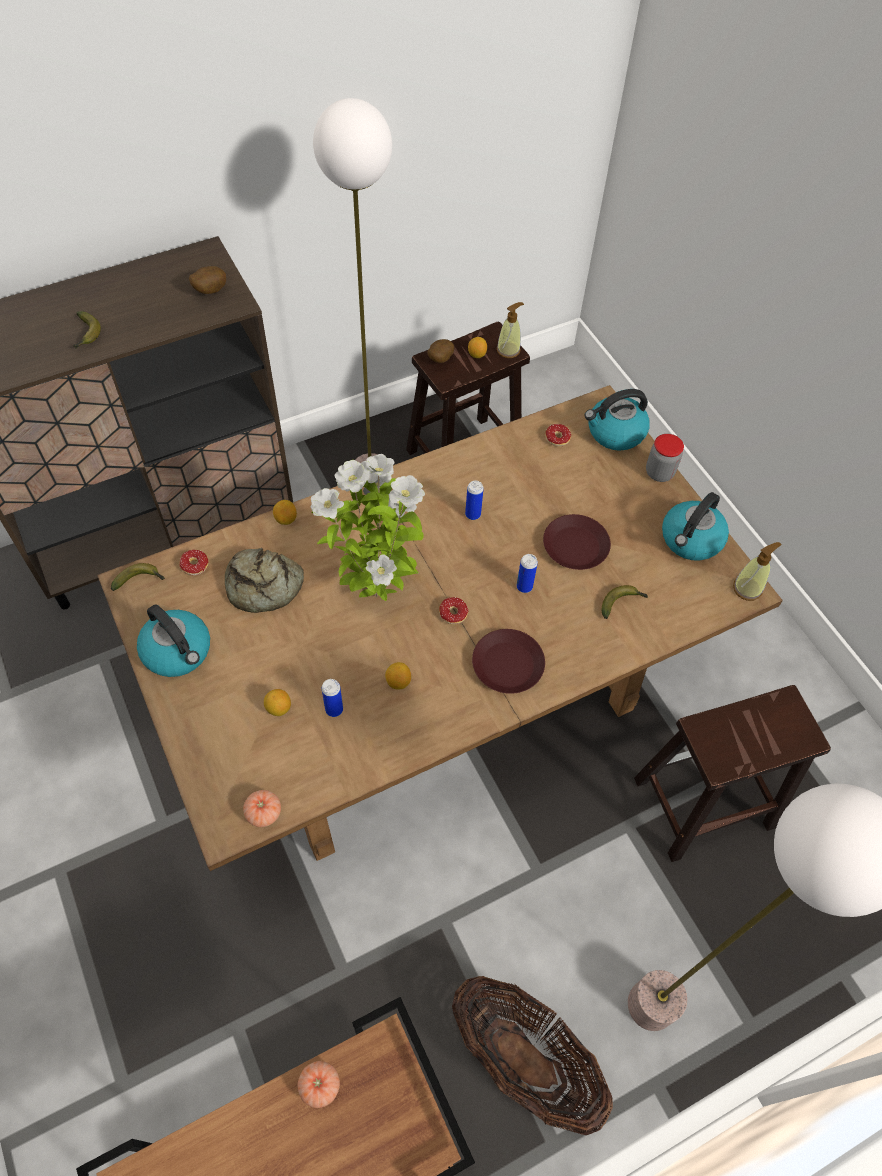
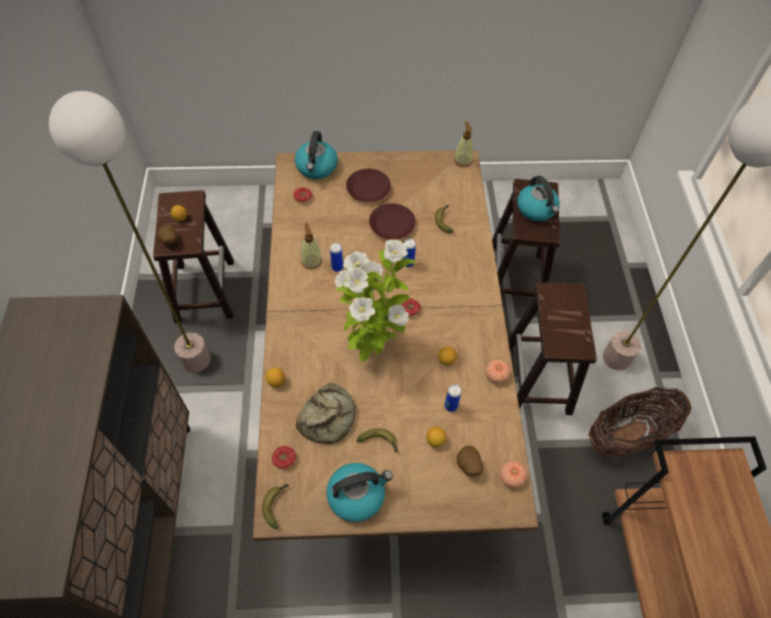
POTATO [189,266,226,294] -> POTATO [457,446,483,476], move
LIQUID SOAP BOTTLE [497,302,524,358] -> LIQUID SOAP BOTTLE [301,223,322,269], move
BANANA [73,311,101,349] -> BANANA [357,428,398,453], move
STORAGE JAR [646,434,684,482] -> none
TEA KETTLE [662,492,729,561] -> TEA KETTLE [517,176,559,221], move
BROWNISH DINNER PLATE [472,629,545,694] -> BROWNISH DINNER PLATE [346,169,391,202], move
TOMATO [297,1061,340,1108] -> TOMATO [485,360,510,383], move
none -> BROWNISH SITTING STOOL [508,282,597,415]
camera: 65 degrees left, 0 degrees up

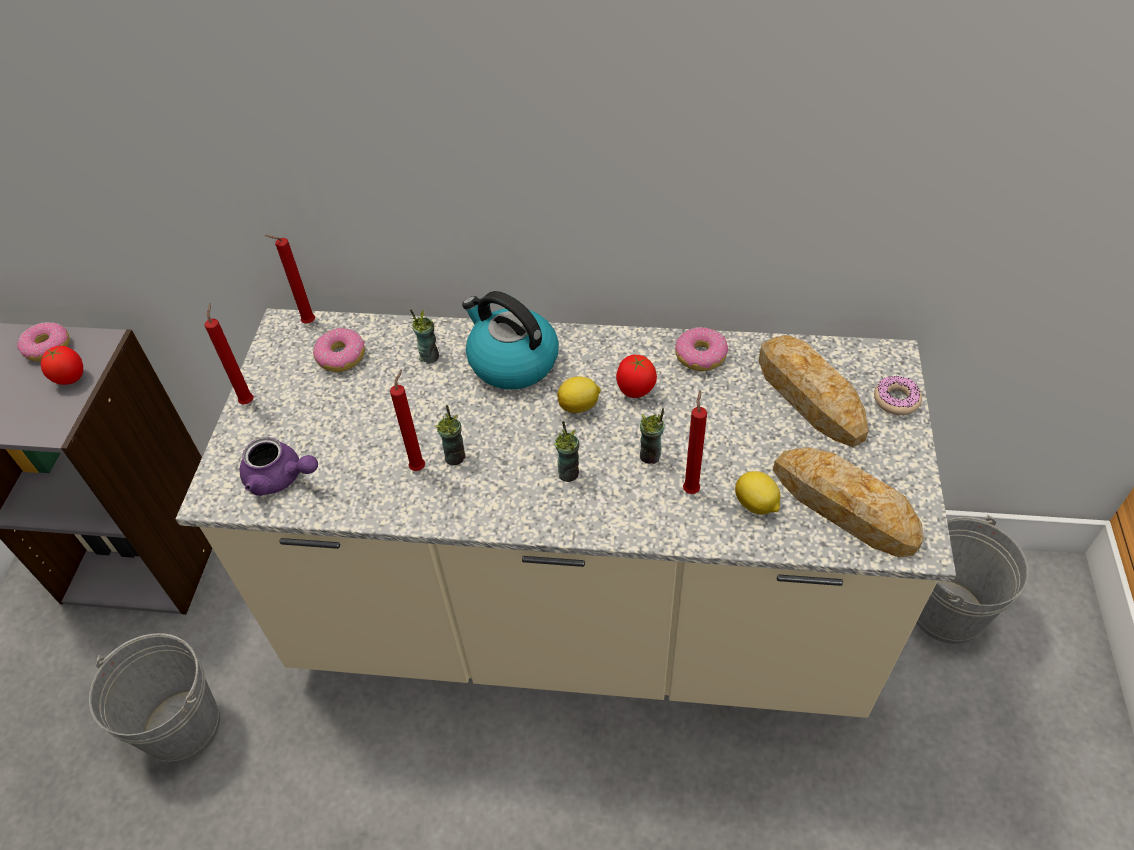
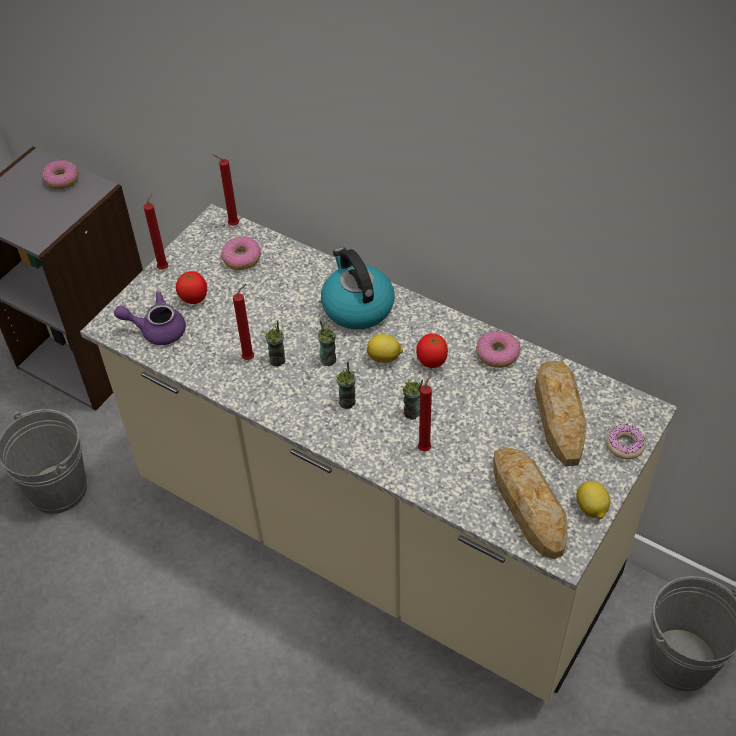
DRINKING CUP [410,309,439,364] -> DRINKING CUP [317,320,336,366], move
TOMATO [41,346,83,385] -> TOMATO [176,271,207,304], move
PURPLE-COLOURED TEAPOT [239,437,318,496] -> PURPLE-COLOURED TEAPOT [114,291,186,345], 135 degrees clockwise
CITRUS FRUIT [735,471,780,515] -> CITRUS FRUIT [576,481,610,519], move
camera: 25 degrees right, 0 degrees up

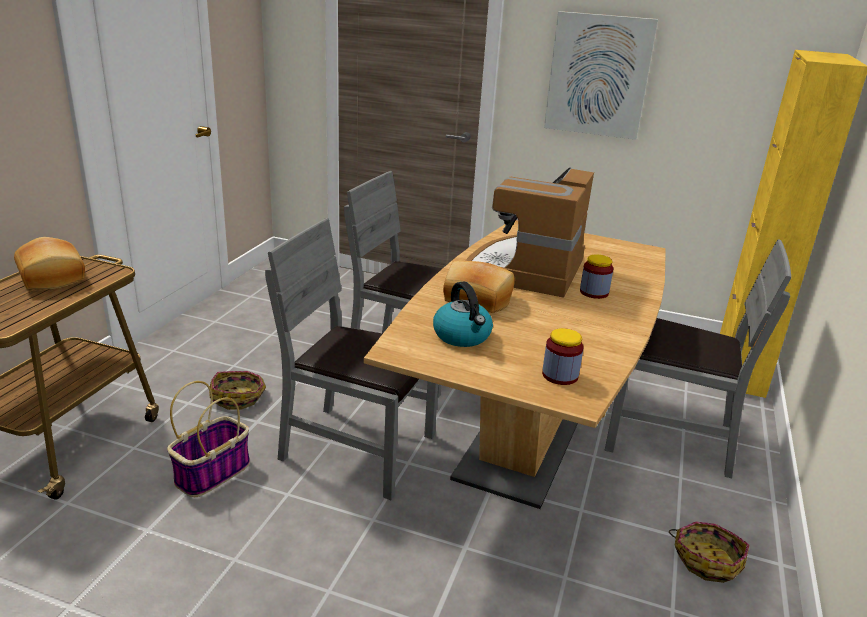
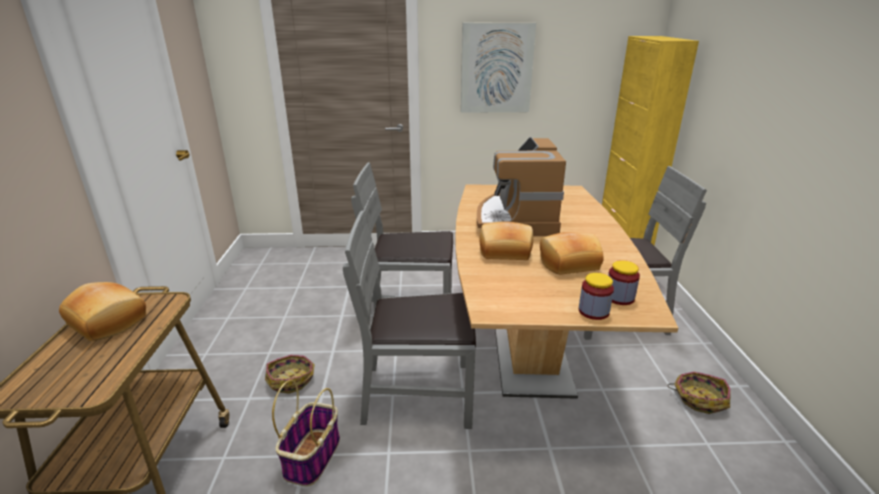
STORAGE JAR [580,254,613,299] -> STORAGE JAR [579,273,614,320], move
TEA KETTLE [433,282,493,347] -> none
none -> BAKED BREAD [540,232,604,275]
camera: 20 degrees left, 0 degrees up

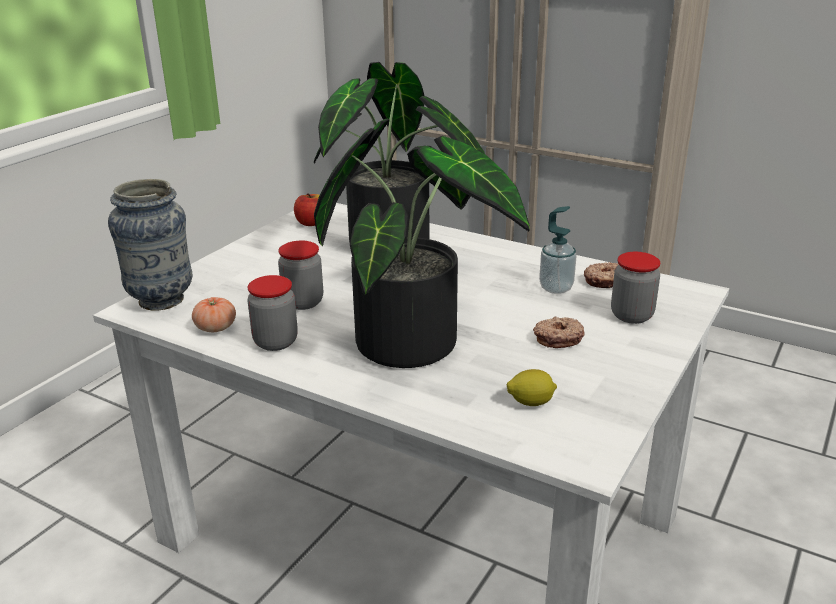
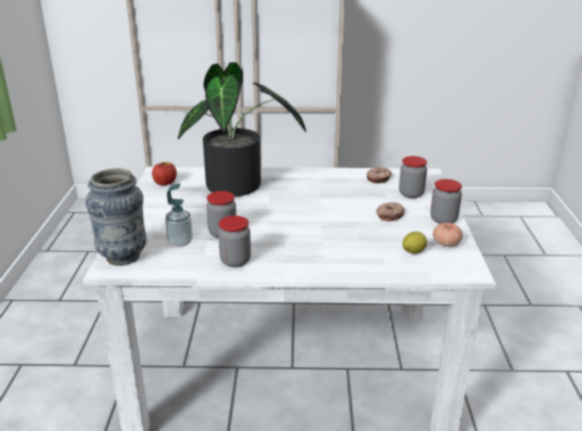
HOUSEPLANT [314,119,530,368] -> none
LIQUID SOAP BOTTLE [539,206,577,294] -> LIQUID SOAP BOTTLE [165,184,193,247], move
TOMATO [192,297,236,332] -> TOMATO [433,223,462,246], move
none -> STORAGE JAR [430,179,462,224]
camera: 30 degrees left, 0 degrees up

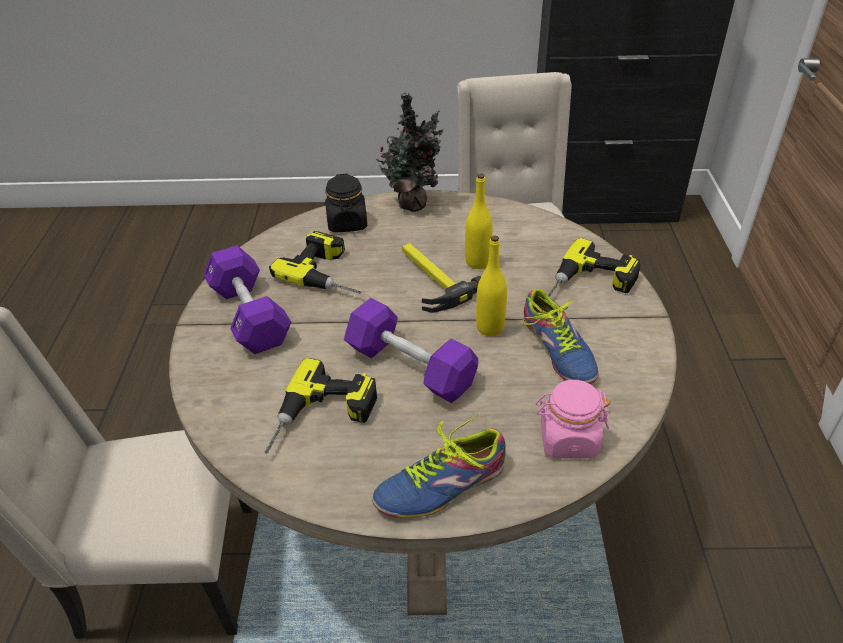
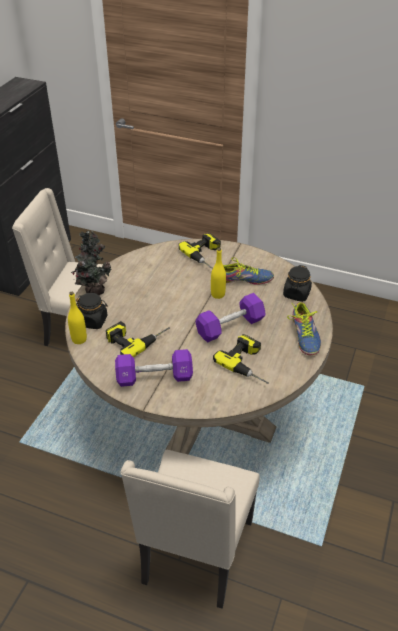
YELLOW-COLOURED BEVERAGE BOTTLE [465,173,493,269] -> YELLOW-COLOURED BEVERAGE BOTTLE [68,292,87,344], move
TOOL HAMMER [402,243,481,313] -> none
PINK-COLOURED STORAGE JAR [536,380,610,459] -> BLACK STORAGE JAR [283,265,312,302]
camera: 70 degrees left, 0 degrees up

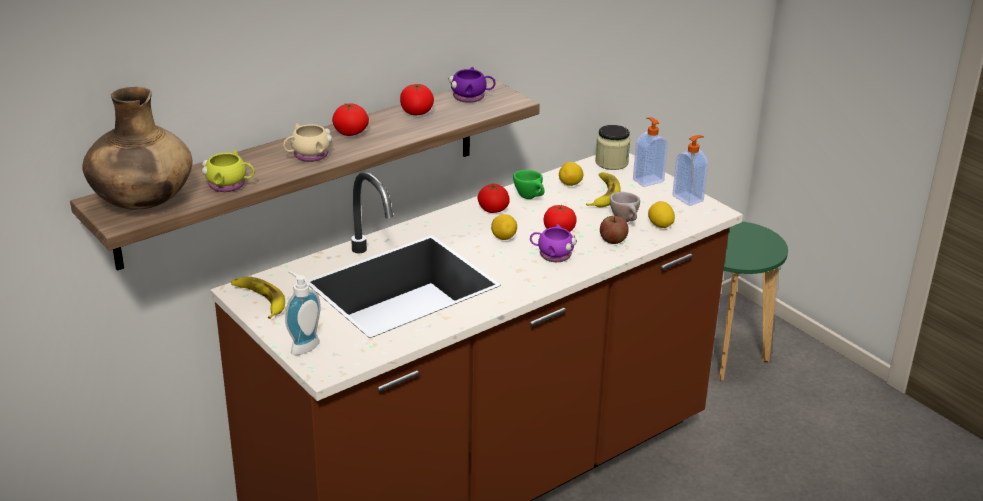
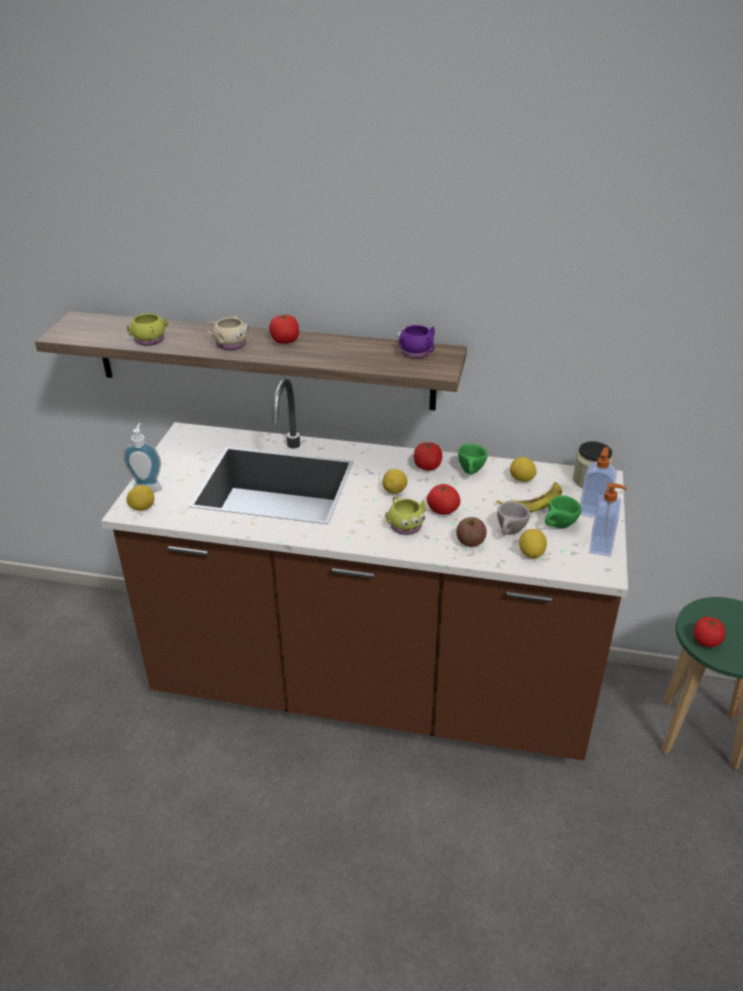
TOMATO [400,84,434,115] -> TOMATO [694,617,725,647], move
BROWNISH FLOWER VASE [82,87,193,210] -> none
PURPLE-COLOURED COFFEE MUG [530,224,577,262] -> YELLOW-COLOURED COFFEE MUG [386,496,426,535]
BANANA [231,277,285,319] -> none
none -> CITRUS FRUIT [126,485,154,511]
none -> GREENISH DRINKING CUP [545,495,581,528]
camera: 50 degrees right, 5 degrees up

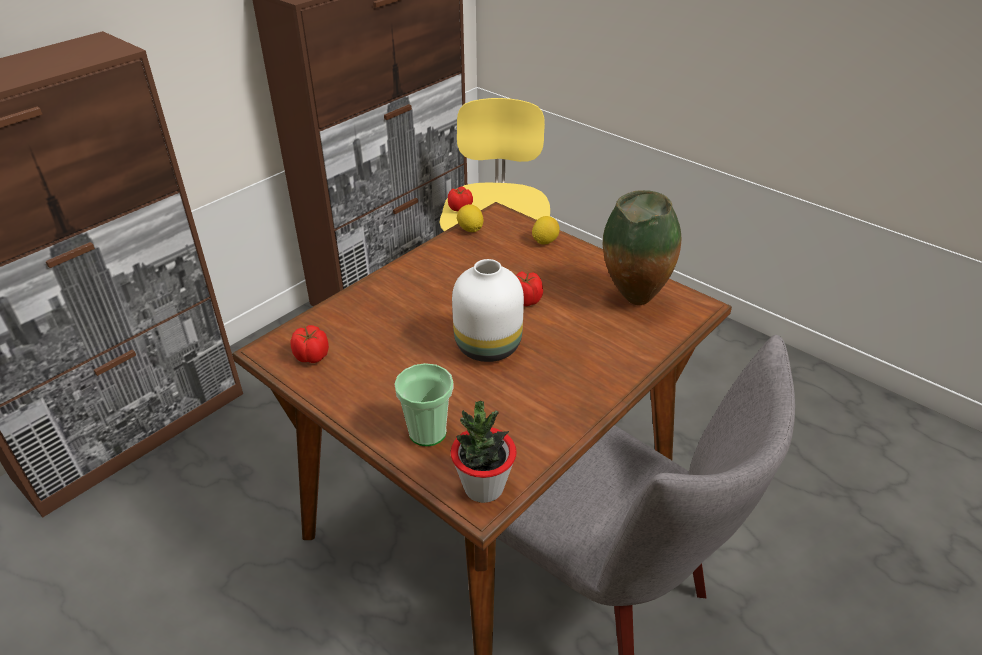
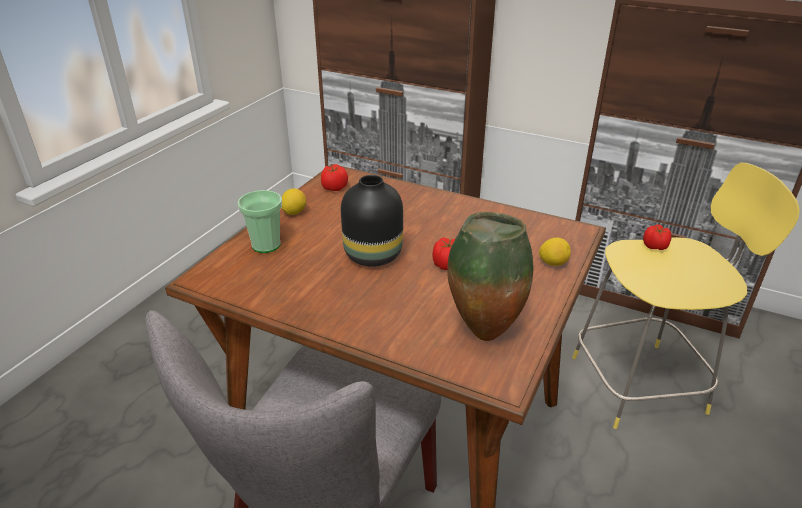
CITRUS FRUIT [457,204,483,232] -> CITRUS FRUIT [281,188,306,215], move
WHITISH FLOWER VASE [452,259,524,362] -> BLACK FLOWER VASE [341,175,403,267]
HOUSEPLANT [451,401,517,503] -> none
camera: 75 degrees right, 5 degrees down

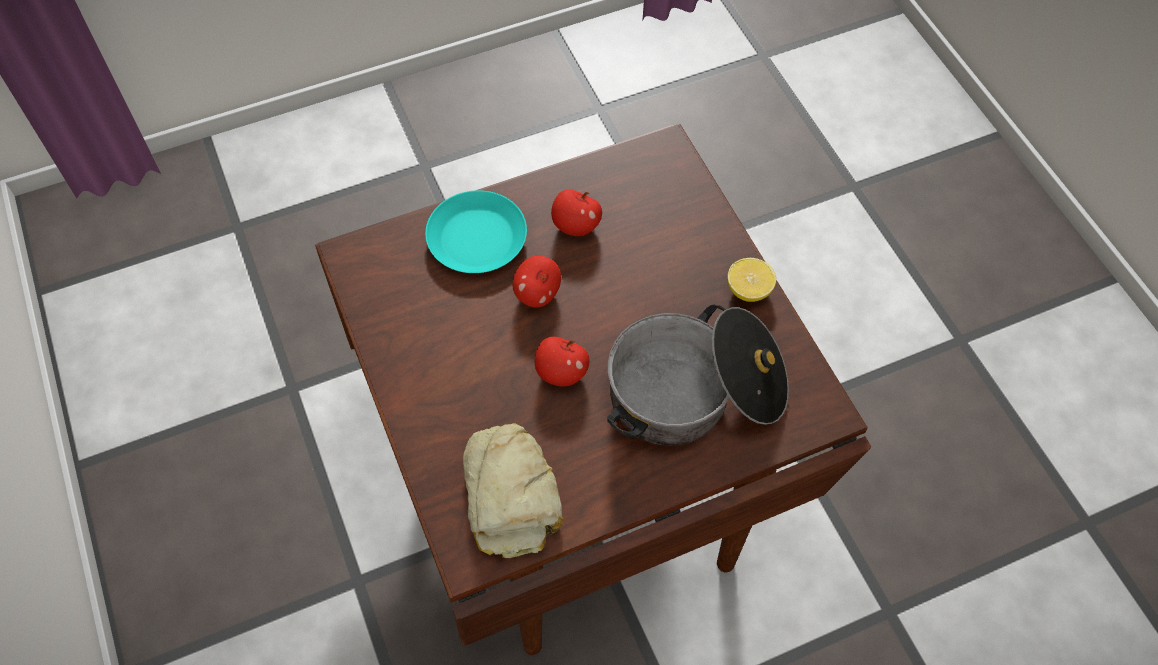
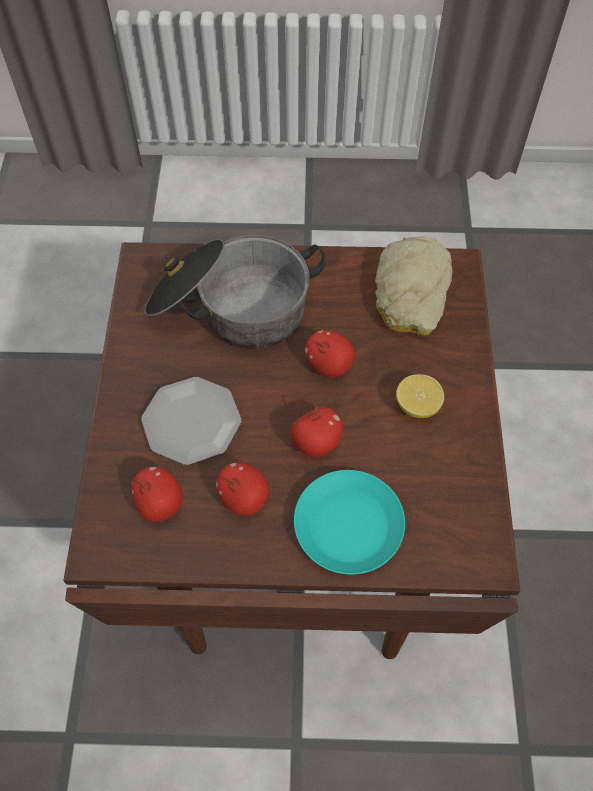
CITRUS FRUIT [727,258,776,302] -> CITRUS FRUIT [396,374,444,418], move
none -> DINNER PLATE [141,377,241,465]
none -> WHOLE APPLE [132,467,183,522]
camera: 155 degrees left, 0 degrees up

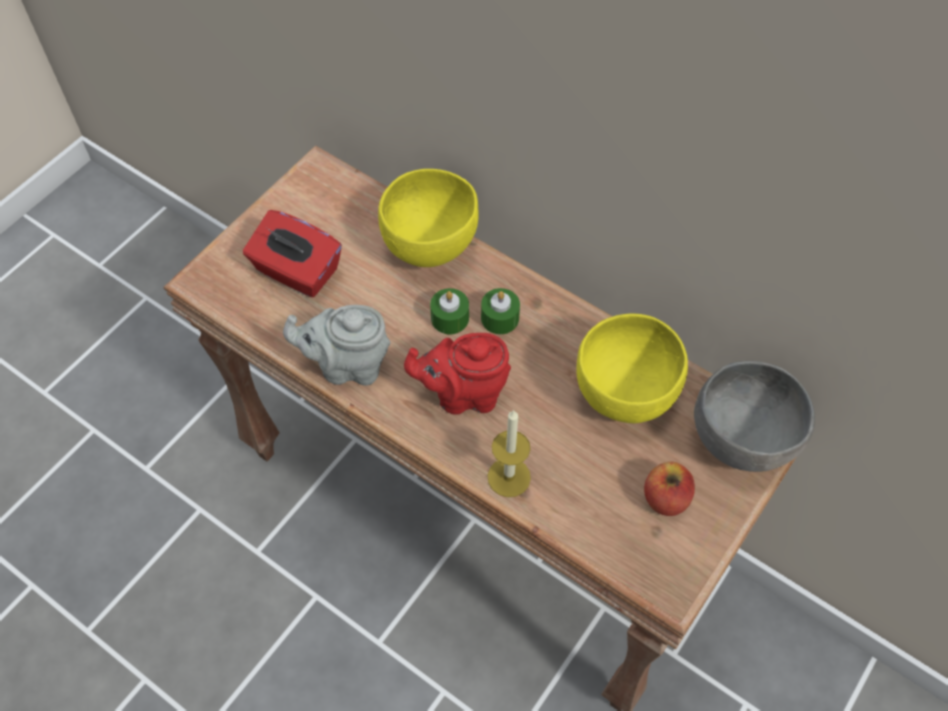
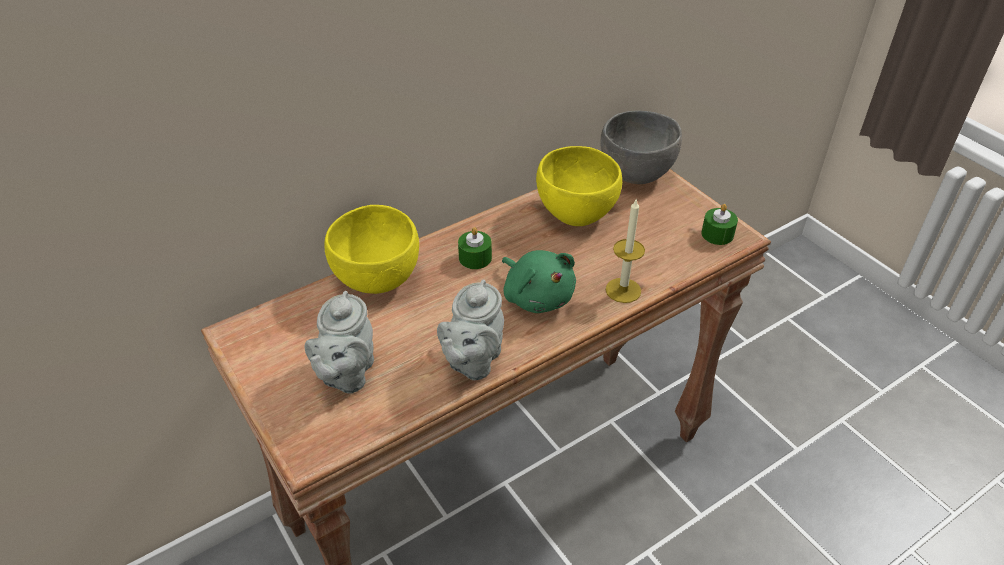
RED TISSUE BOX [243,210,342,297] -> GRAY TEAPOT [304,291,374,394]
GREENISH CANDLE [430,288,469,334] -> GREENISH CANDLE [701,204,738,245], move
RED TEAPOT [404,333,511,415] -> GREENISH SOFT TOY [502,250,576,313]
WHOLE APPLE [644,461,695,516] -> none
camera: 70 degrees left, 15 degrees down

